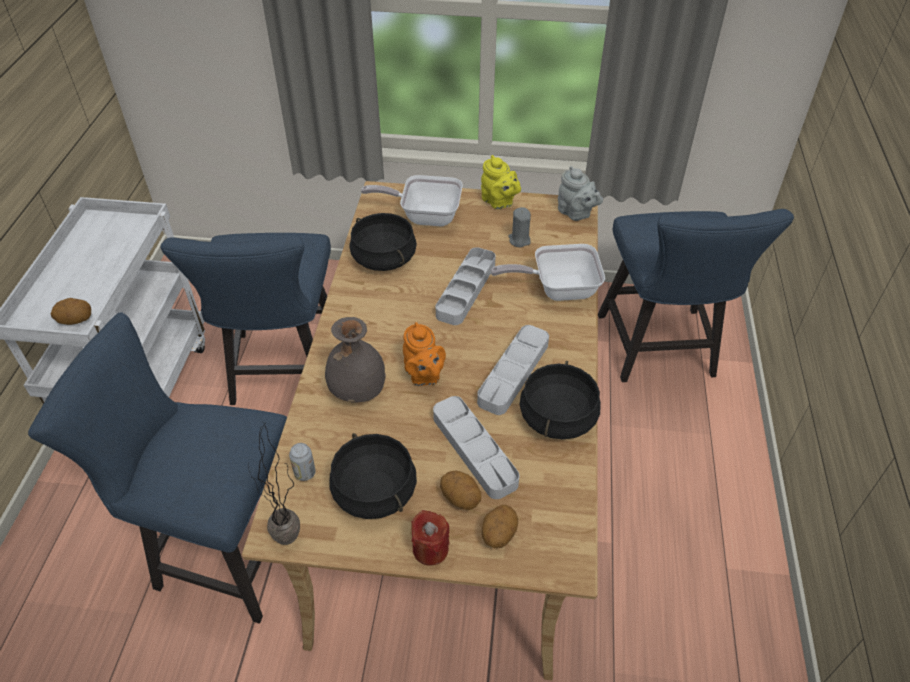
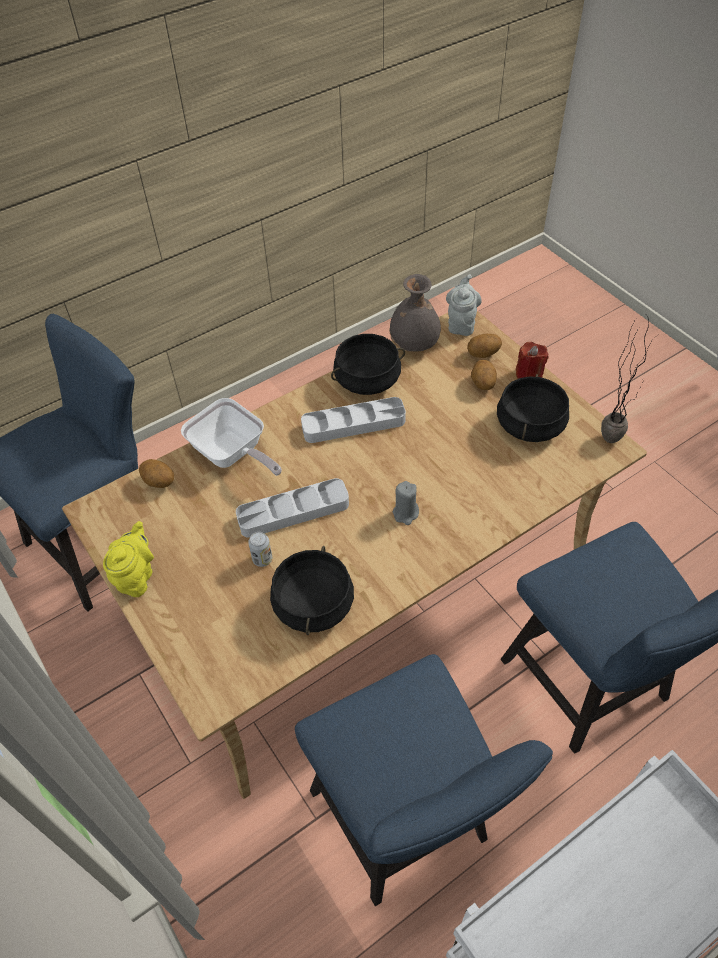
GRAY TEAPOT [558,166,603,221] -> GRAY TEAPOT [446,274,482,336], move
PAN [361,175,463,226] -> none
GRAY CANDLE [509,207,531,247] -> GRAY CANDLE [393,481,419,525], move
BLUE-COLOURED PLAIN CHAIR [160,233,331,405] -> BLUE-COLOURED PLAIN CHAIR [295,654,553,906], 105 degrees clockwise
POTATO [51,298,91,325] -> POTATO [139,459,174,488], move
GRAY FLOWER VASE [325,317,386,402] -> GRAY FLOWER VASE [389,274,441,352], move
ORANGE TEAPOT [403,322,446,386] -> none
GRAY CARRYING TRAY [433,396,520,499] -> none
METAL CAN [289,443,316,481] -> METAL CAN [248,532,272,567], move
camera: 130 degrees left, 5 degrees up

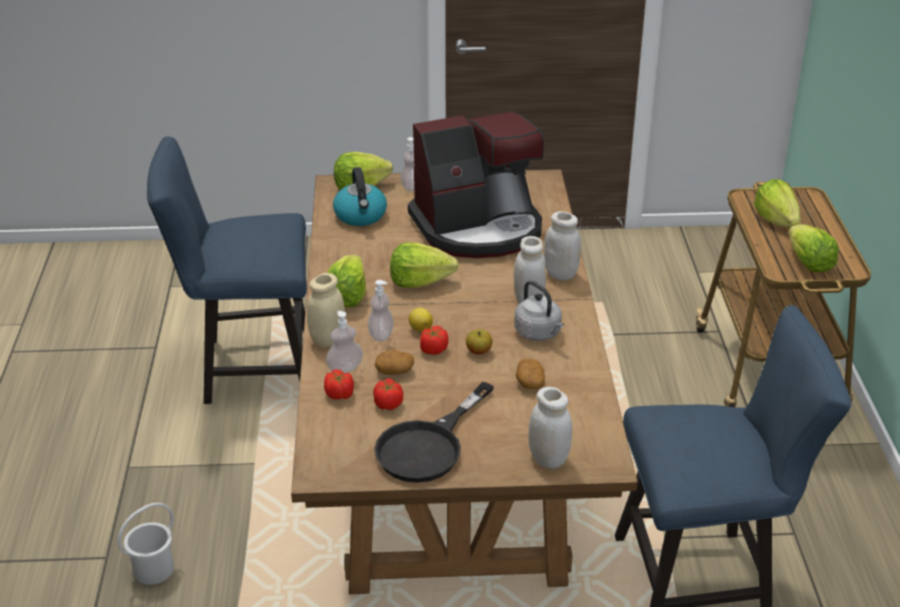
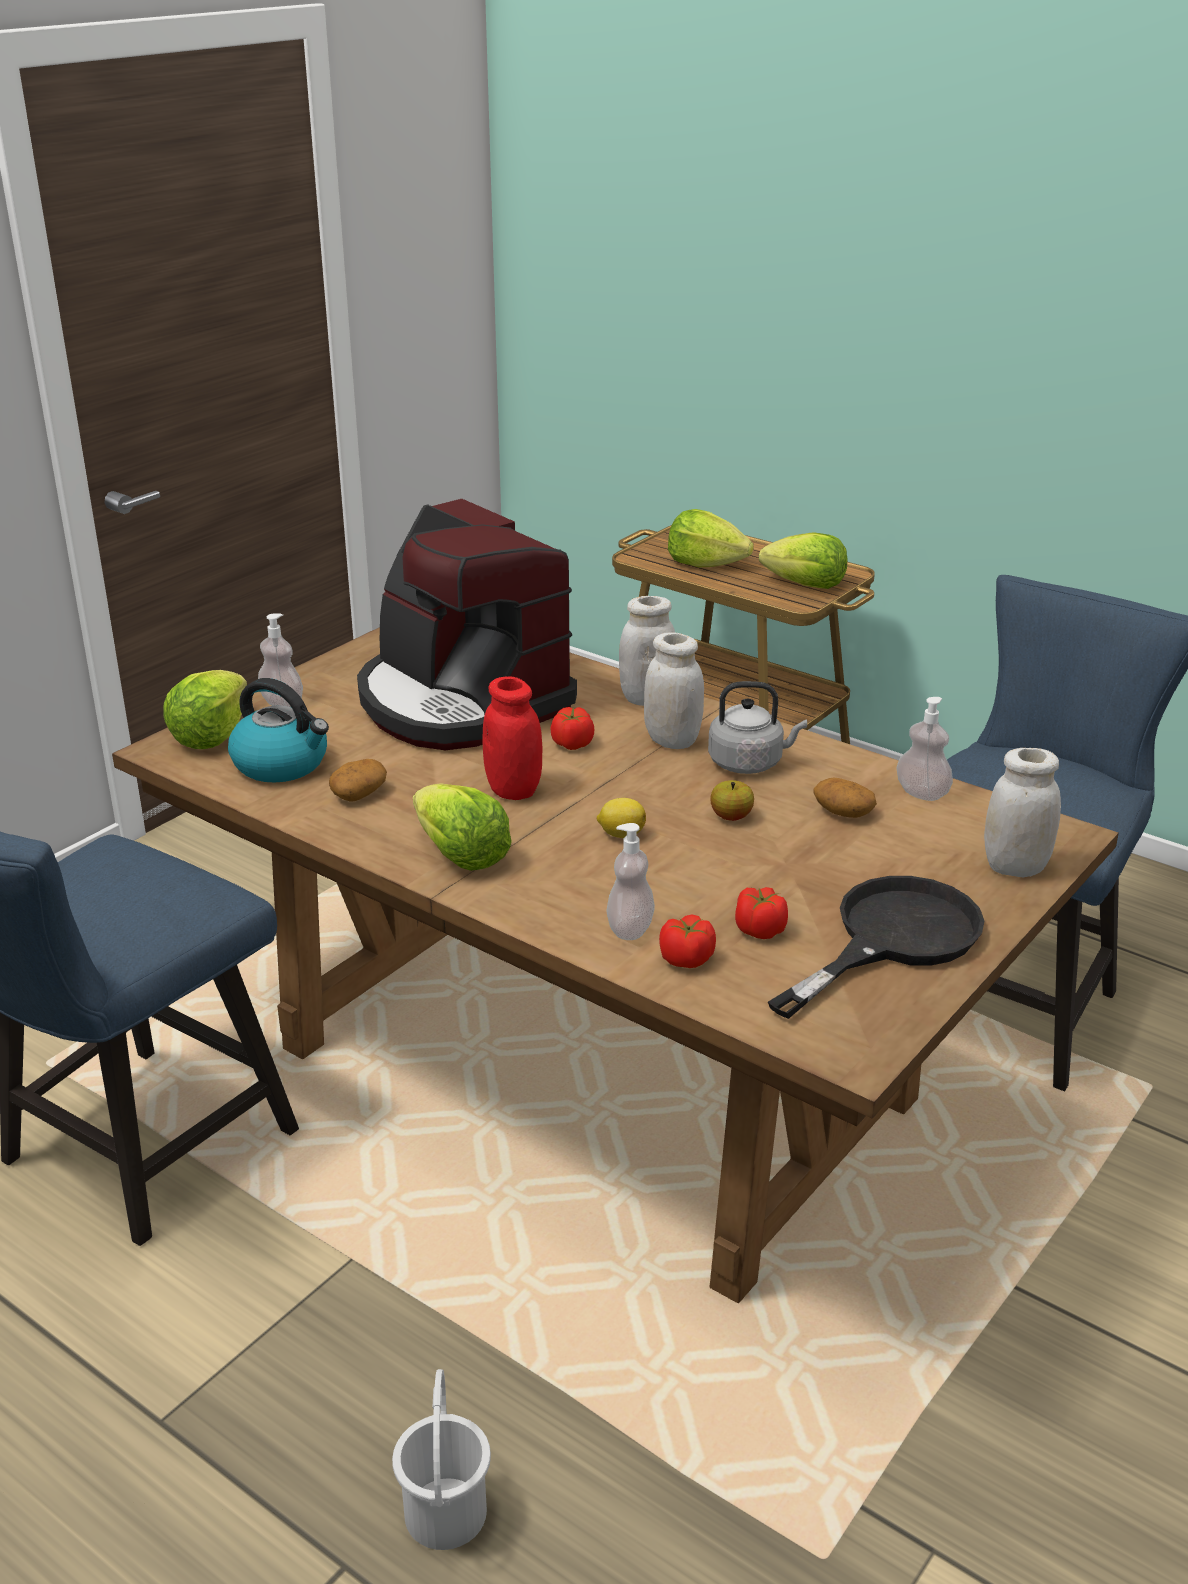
COFFEE MAKER [408,111,544,258] -> COFFEE MAKER [357,499,577,750], 120 degrees clockwise
LETTUCE [390,243,459,288] -> RED STORAGE JAR [483,676,543,800]
SAND-COLOURED STORAGE JAR [307,273,345,348] -> none
LIQUID SOAP BOTTLE [368,280,394,341] -> LIQUID SOAP BOTTLE [897,697,953,801], move
TOMATO [420,326,448,355] -> TOMATO [551,707,594,750], move
POTATO [375,350,414,375] -> POTATO [329,759,387,802], move
BLACK PAN [374,382,494,483] -> BLACK PAN [768,876,984,1019], 120 degrees counterclockwise
camera: 50 degrees left, 5 degrees down

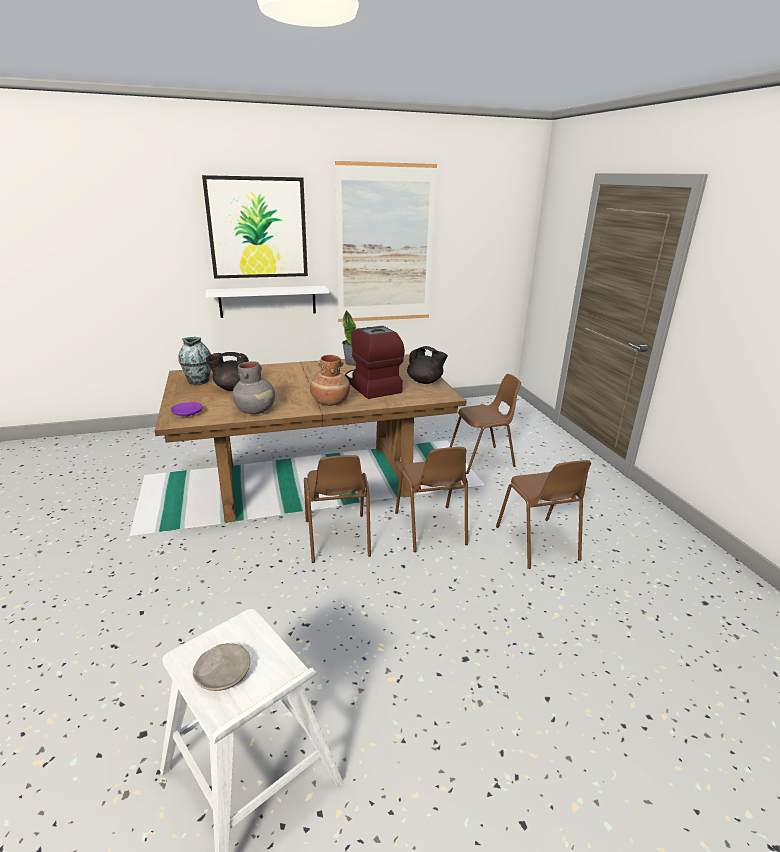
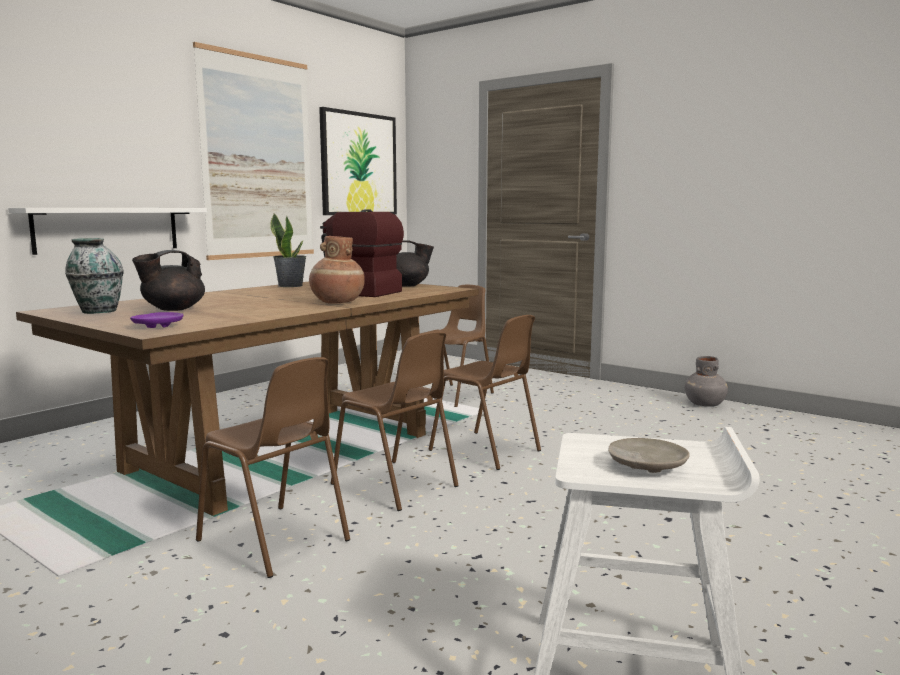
WALL PICTURE [202,175,308,279] -> WALL PICTURE [319,107,397,215], move
GRAY FLOWER VASE [232,361,275,414] -> GRAY FLOWER VASE [685,356,728,406], move
BROWNISH PLAIN CHAIR [496,460,591,569] -> BROWNISH PLAIN CHAIR [196,357,350,578], move
camera: 35 degrees left, 15 degrees down

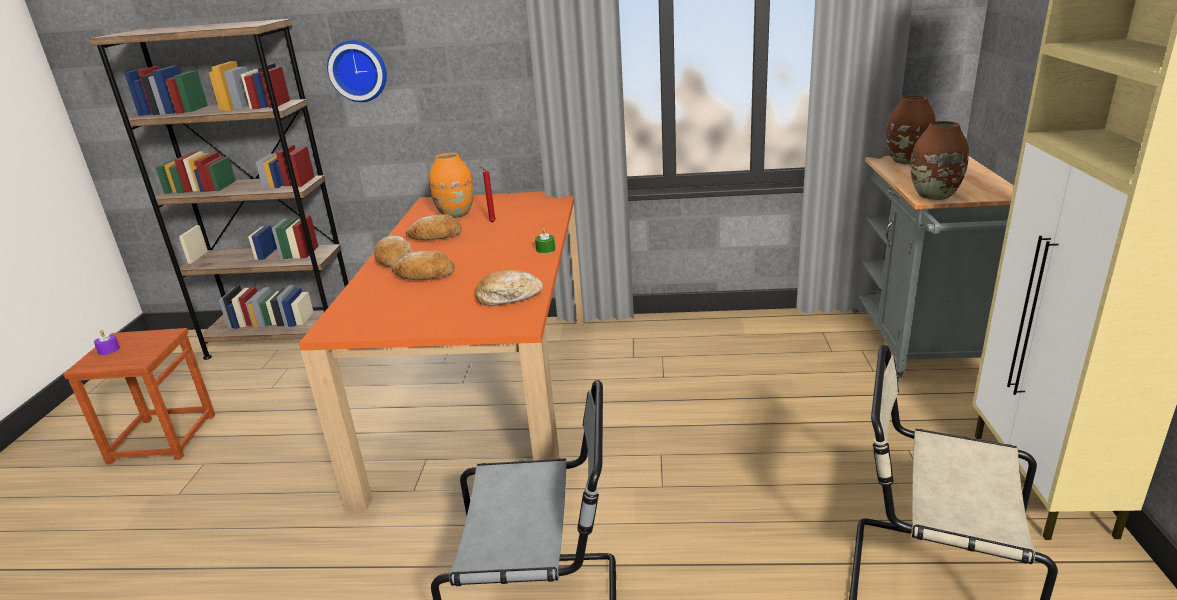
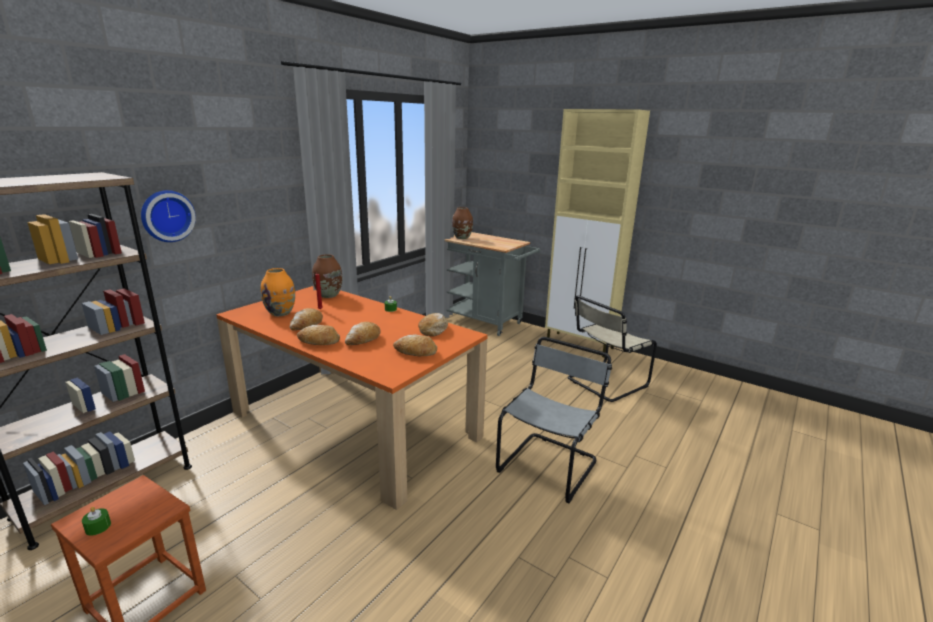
BROWNISH FLOWER VASE [911,121,969,200] -> BROWNISH FLOWER VASE [312,254,342,298], move
PURPLE-COLOURED CANDLE [94,330,120,355] -> GREENISH CANDLE [82,507,111,536]
none -> BAKED BREAD [393,334,437,356]
camera: 60 degrees left, 5 degrees down

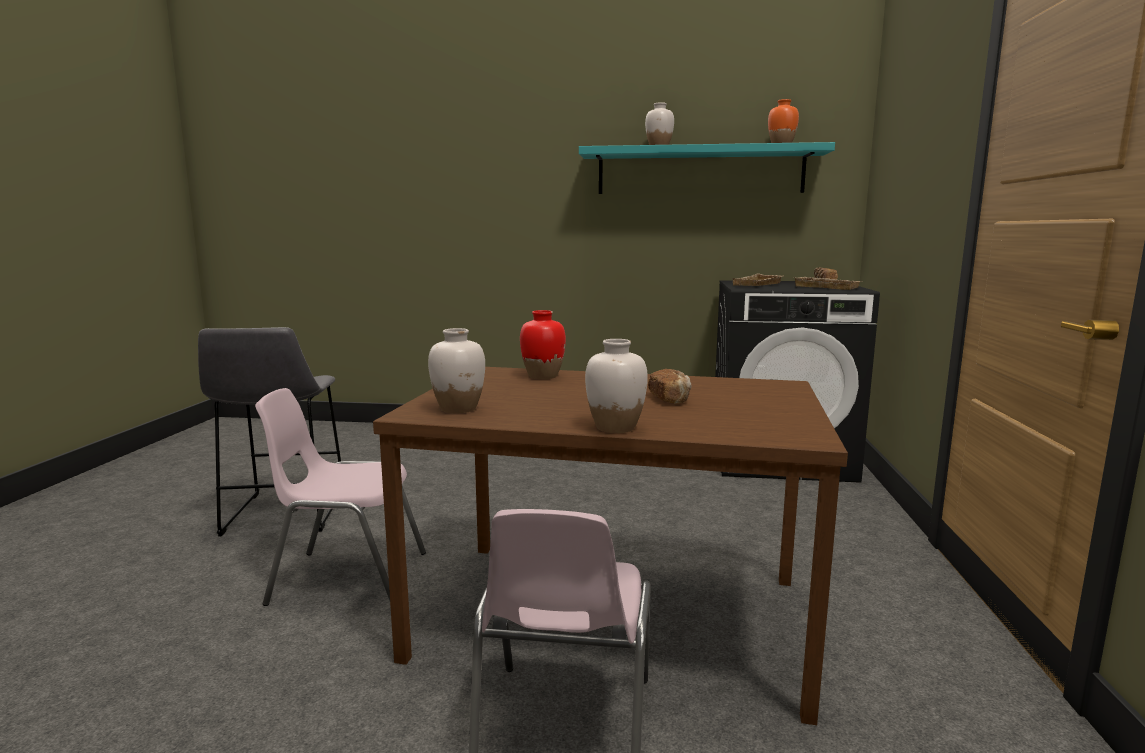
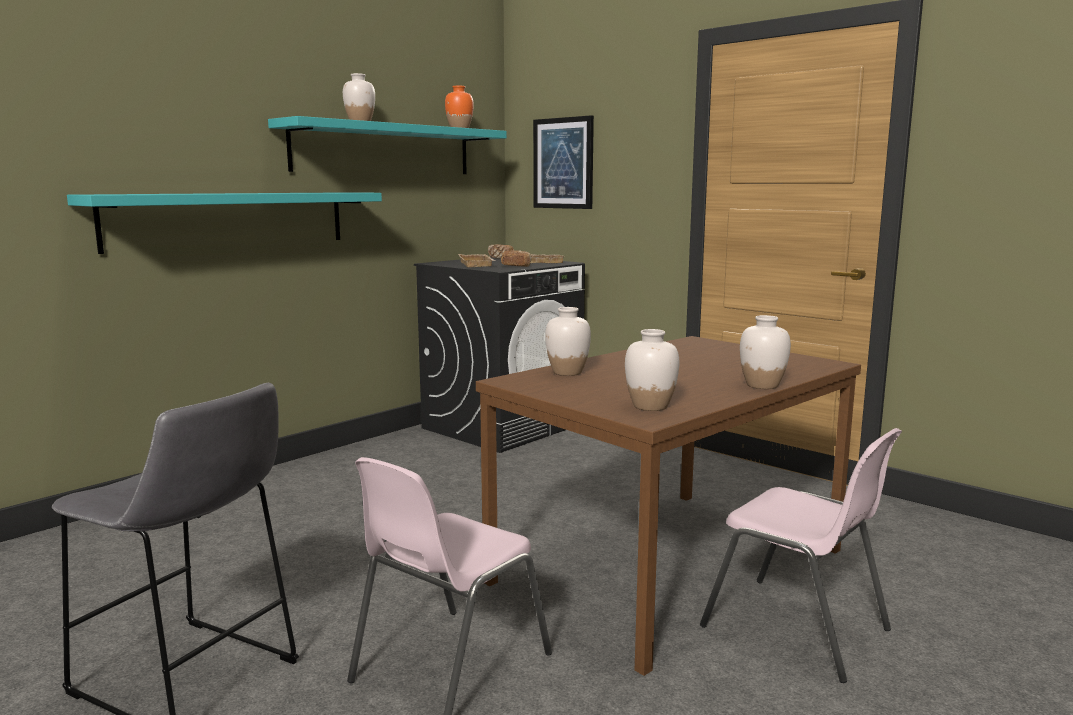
RED FLOWER VASE [520,310,566,379] -> WHITISH FLOWER VASE [545,307,591,376]
BAKED BREAD [648,369,691,404] -> BAKED BREAD [501,250,531,267], move
none -> WALL PICTURE [533,115,594,209]
none -> BLUE-GREEN BRACKET SHELF [67,192,382,254]
camera: 55 degrees left, 0 degrees up

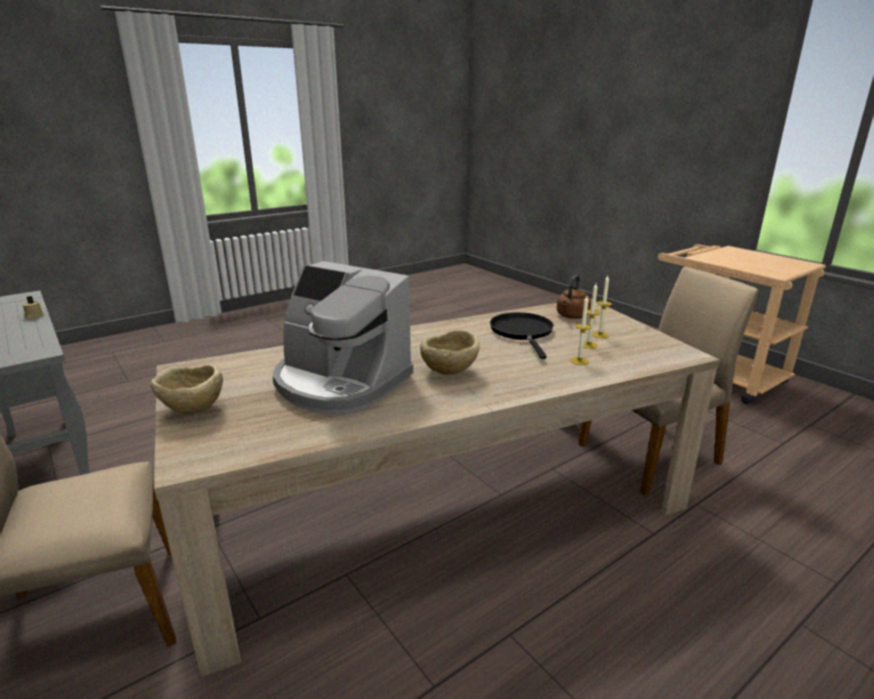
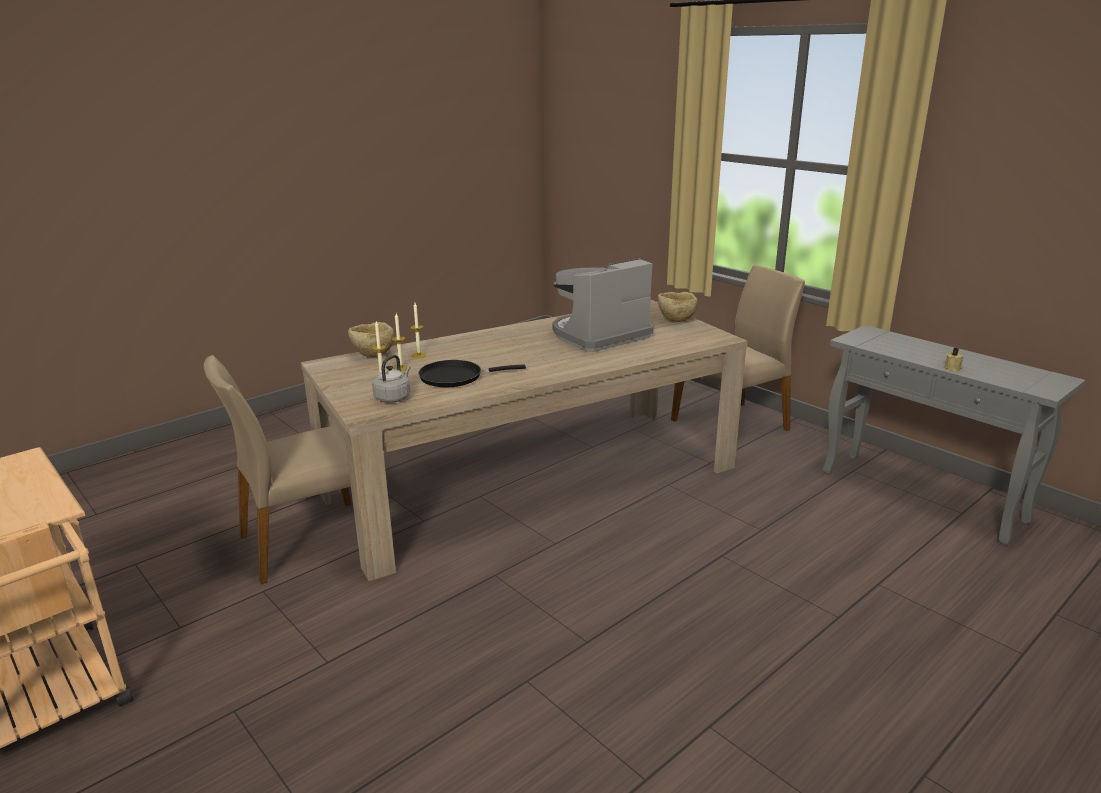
COFFEE MAKER [272,261,413,414] -> COFFEE MAKER [552,258,653,352], 60 degrees counterclockwise
BROWNISH TEA KETTLE [556,275,591,319] -> GRAY TEA KETTLE [372,355,411,403]
BLACK PAN [490,312,554,359] -> BLACK PAN [419,360,526,387], 90 degrees clockwise
SAND-COLOURED SERVING BOWL [420,330,480,375] -> SAND-COLOURED SERVING BOWL [348,322,394,357], move
camera: 175 degrees right, 0 degrees up

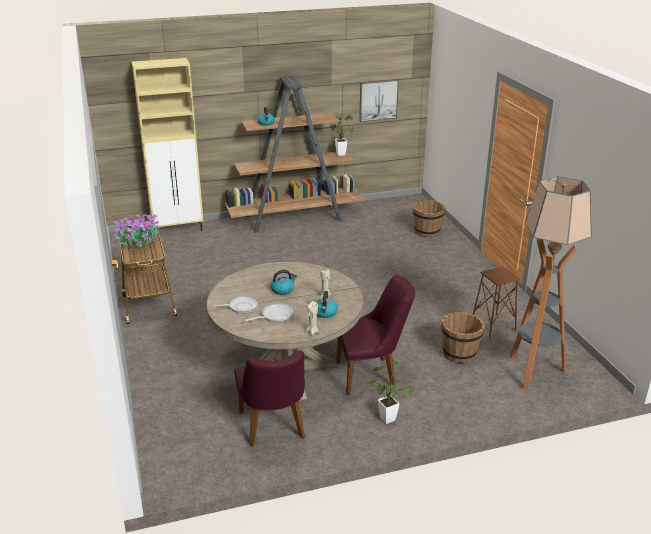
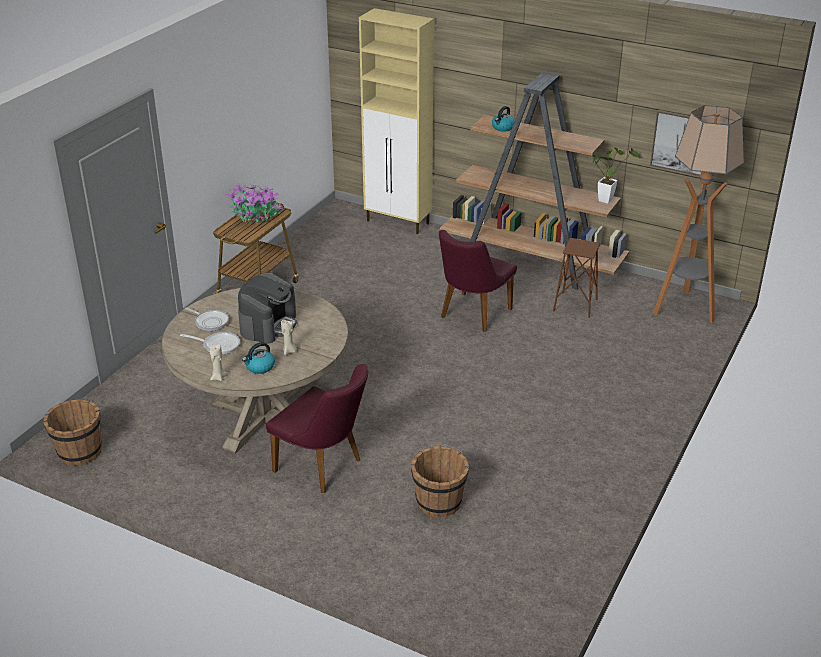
STANDING LAMP [510,176,592,390] -> STANDING LAMP [653,105,744,323], move
BROWNISH BUCKET [413,200,445,237] -> BROWNISH BUCKET [43,399,102,466], move
BROWNISH SITTING STOOL [473,266,520,339] -> BROWNISH SITTING STOOL [553,238,600,318], move
TEA KETTLE [271,270,297,295] -> COFFEE MAKER [238,273,297,344]
PURPLE-COLOURED PLAIN CHAIR [234,351,305,447] -> PURPLE-COLOURED PLAIN CHAIR [439,230,517,332], move
HOUSEPLANT [368,359,412,424] -> none
camera: 45 degrees right, 5 degrees up

